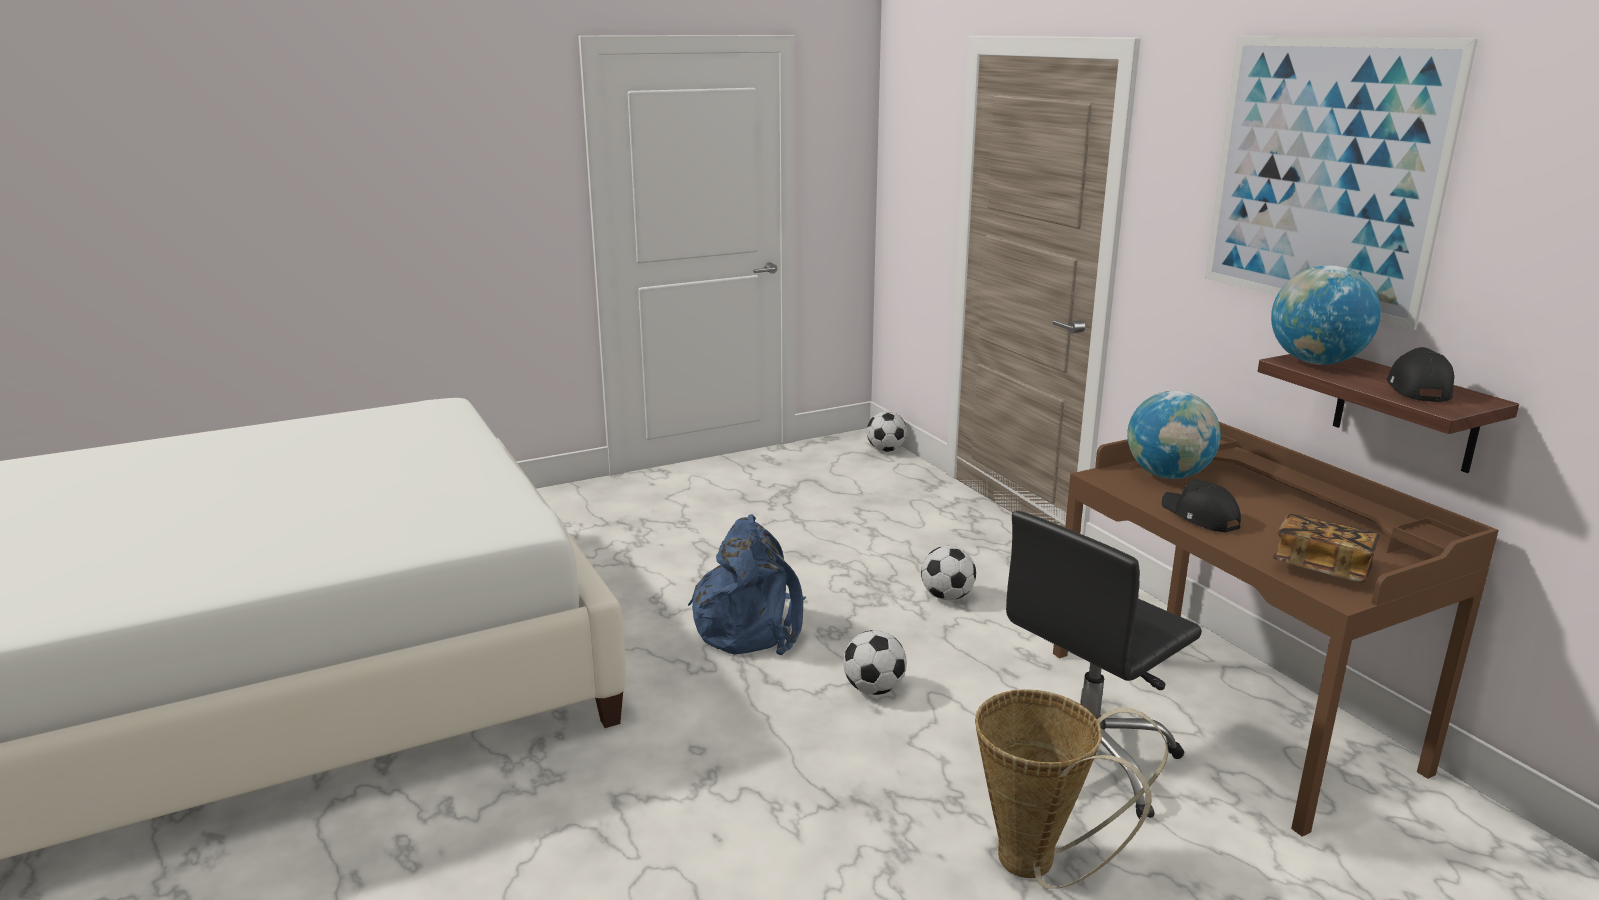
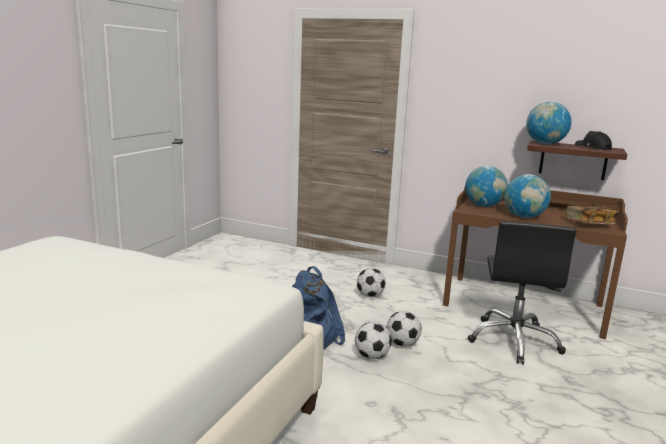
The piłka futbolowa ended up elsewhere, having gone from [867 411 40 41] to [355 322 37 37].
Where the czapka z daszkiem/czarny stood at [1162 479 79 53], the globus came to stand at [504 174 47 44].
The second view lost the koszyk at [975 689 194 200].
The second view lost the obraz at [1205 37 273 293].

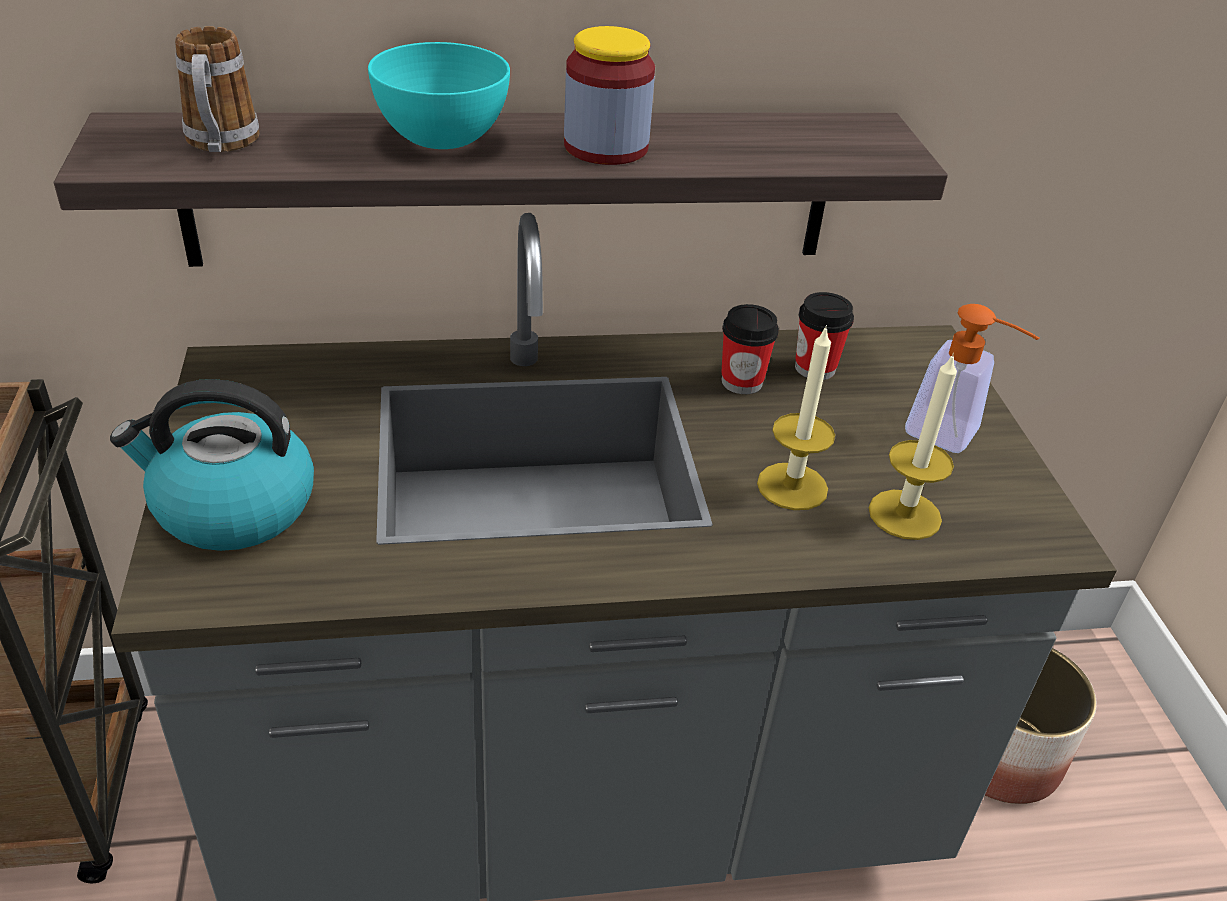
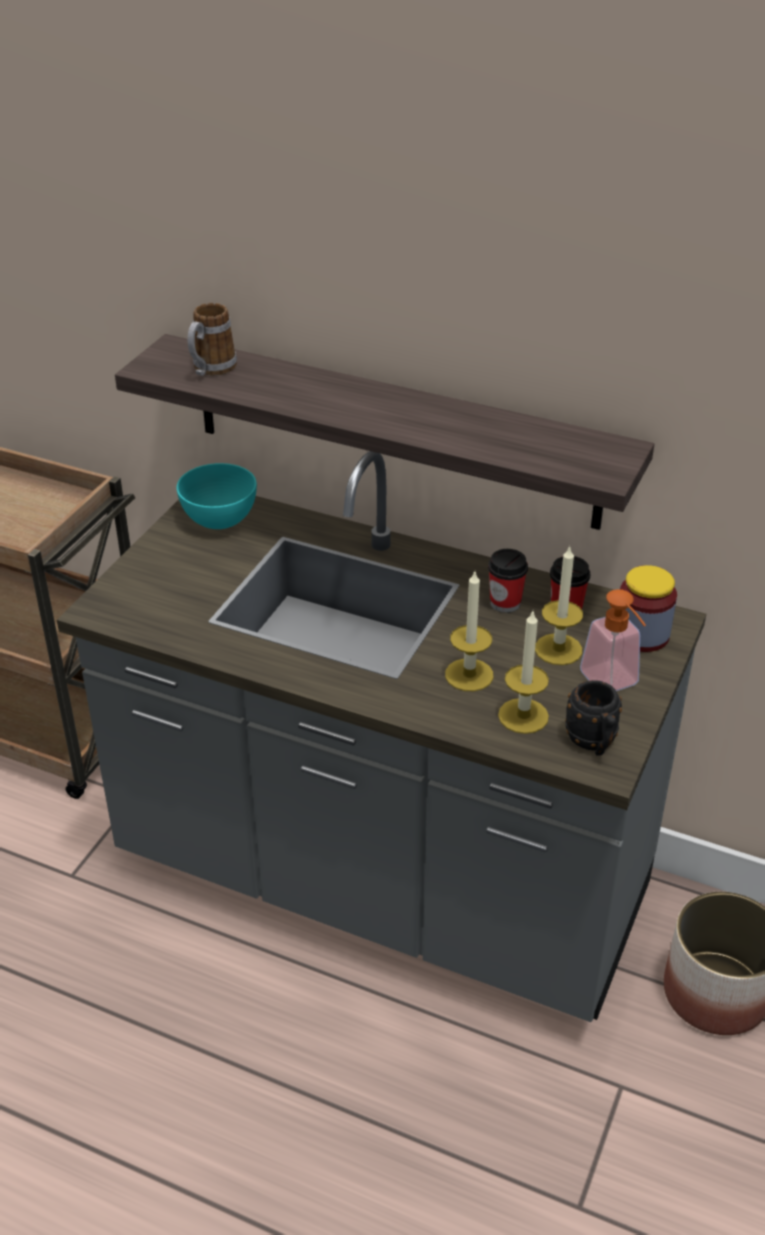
The miska/turkusowy ended up elsewhere, having gone from [368 42 142 107] to [177 463 80 66].
The second view gained the świeca at [535 545 48 120].
The second view gained the kubek/czarny at [565 680 57 76].
The słoik ended up elsewhere, having gone from [564 26 91 139] to [620 565 57 87].
The second view lost the czajnik at [110 379 204 172].

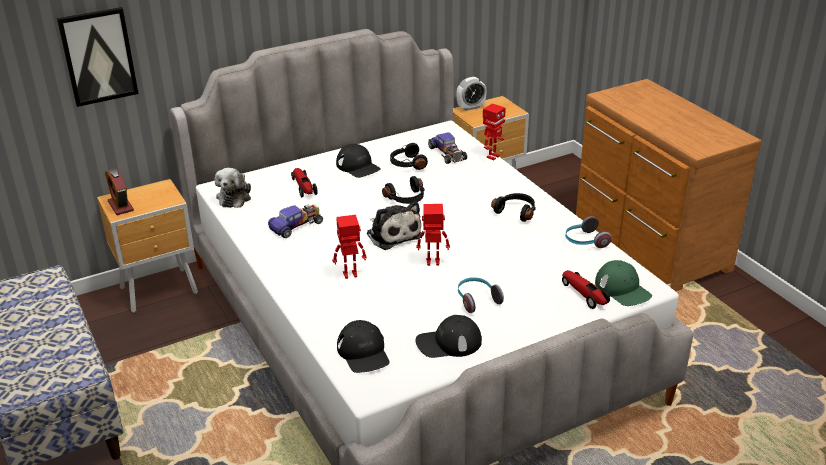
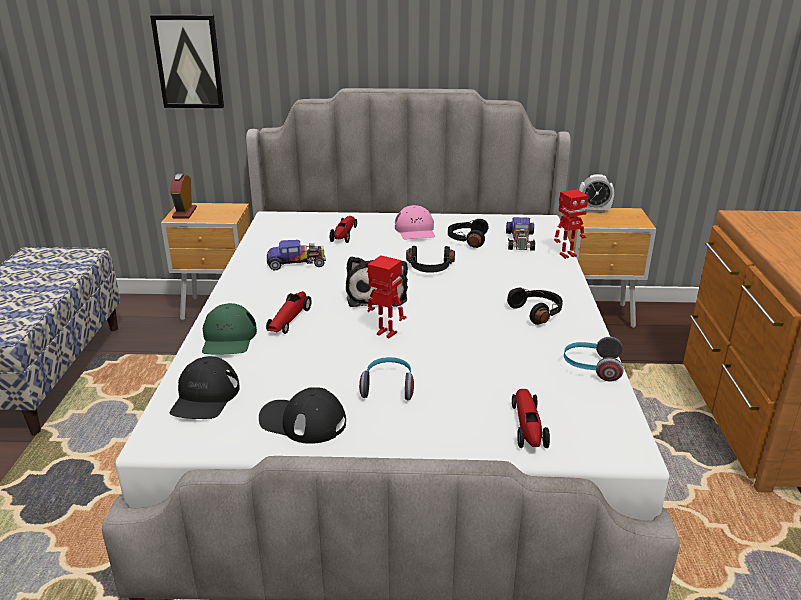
The czapka z daszkiem/zielony ended up elsewhere, having gone from [595 260 57 46] to [202 303 55 52].
Where the robot zabawkowy stood at [332 215 35 64], the samochodzik came to stand at [266 291 45 43].
What was the czapka z daszkiem/czarny at [336 144 45 34] turned into the czapka z daszkiem/różowy at [395 205 40 34].
The second view lost the pluszak at [215 168 36 40].

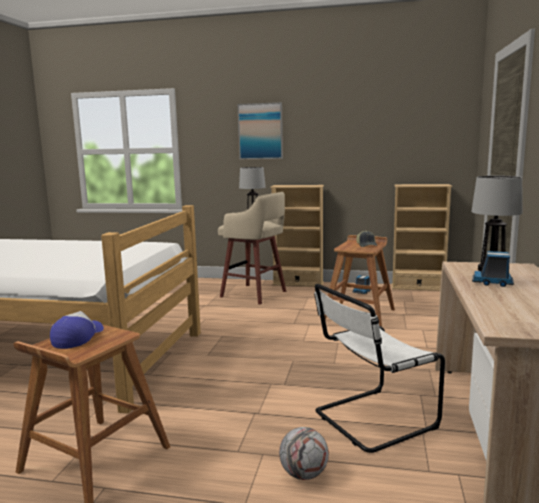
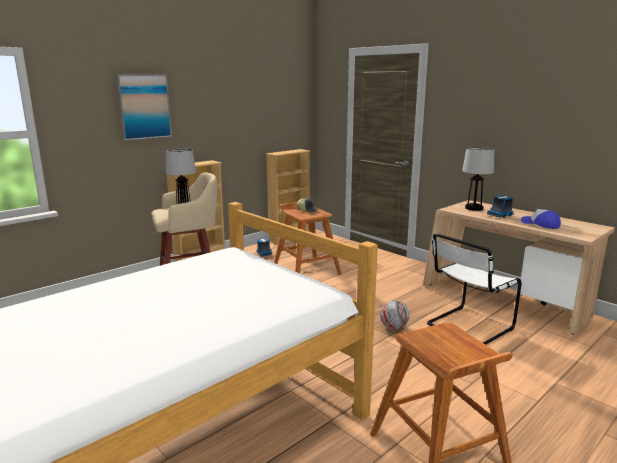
The piłka futbolowa ended up elsewhere, having gone from [279 427 50 53] to [380 300 29 29].
The krzesło/biały at [314 284 131 169] ended up facing another way, 45 degrees clockwise from before.
The czapka z daszkiem ended up elsewhere, having gone from [50 311 54 38] to [521 209 40 20].

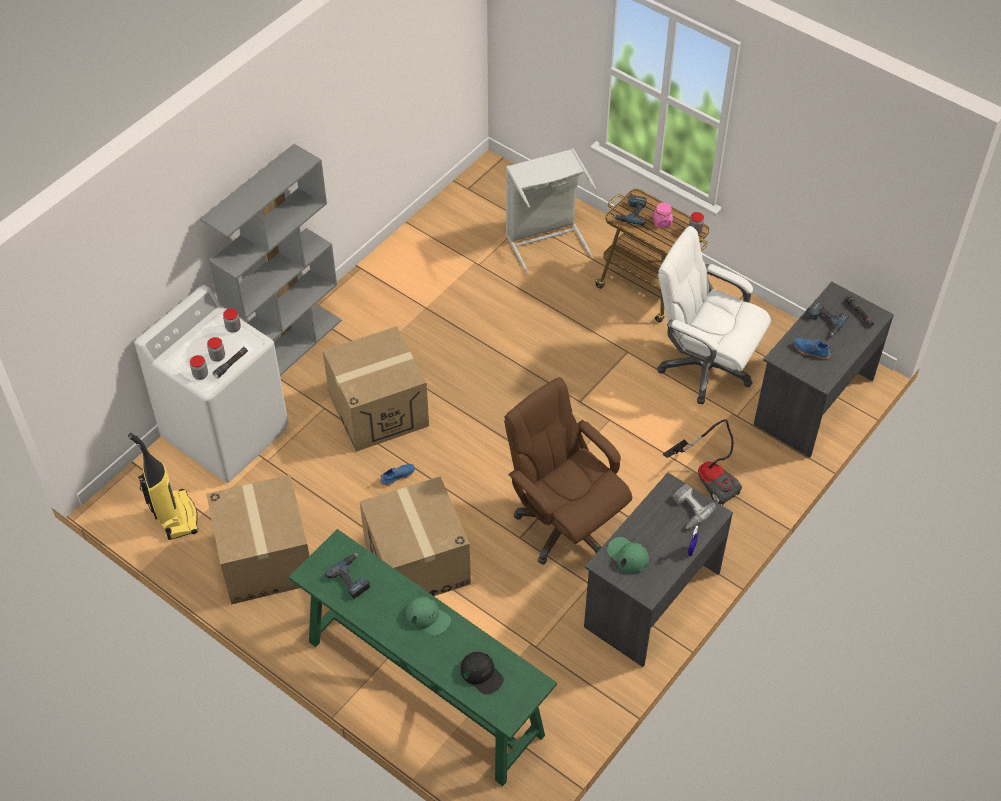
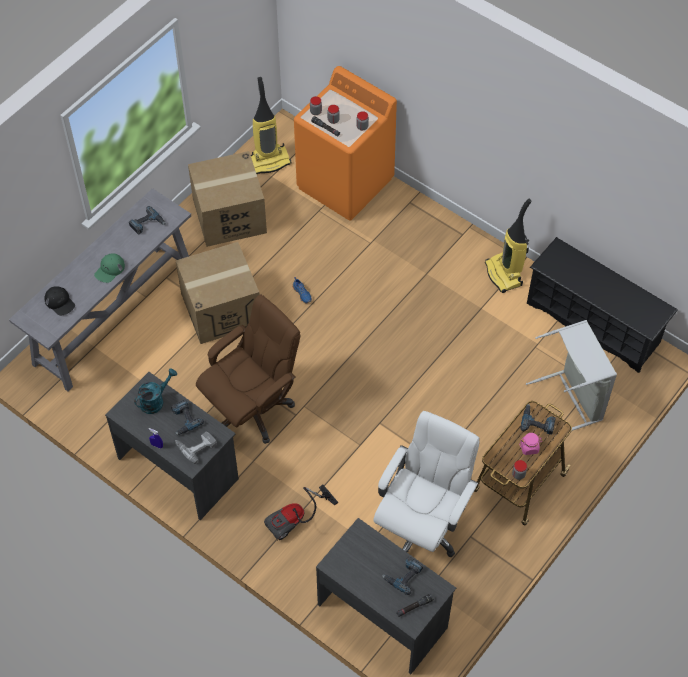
What was the stolik konsolowy/zielony at [289 529 268 257] turned into the stolik konsolowy/szary at [9 188 182 204].
The czapka z daszkiem/czarny at [461 652 43 42] ended up facing another way, 90 degrees counterclockwise from before.
Where the czapka z daszkiem/zielony stood at [607 537 42 37], the konewka/turkusowy came to stand at [134 368 43 46].
The second view gained the wiertarka at [171 399 33 36].
What was the pralka/biały at [135 285 154 198] turned into the pralka/pomarańczowy at [294 66 103 155].
The second view gained the odkurzacz at [485 199 47 94].
The second view gained the regał na buty/czarny at [527 237 151 136].
The second view lost the regał/szary at [200 144 142 232].
The second view lost the karton at [323 326 106 126].
The second view lost the but/niebieski at [794 338 38 21].

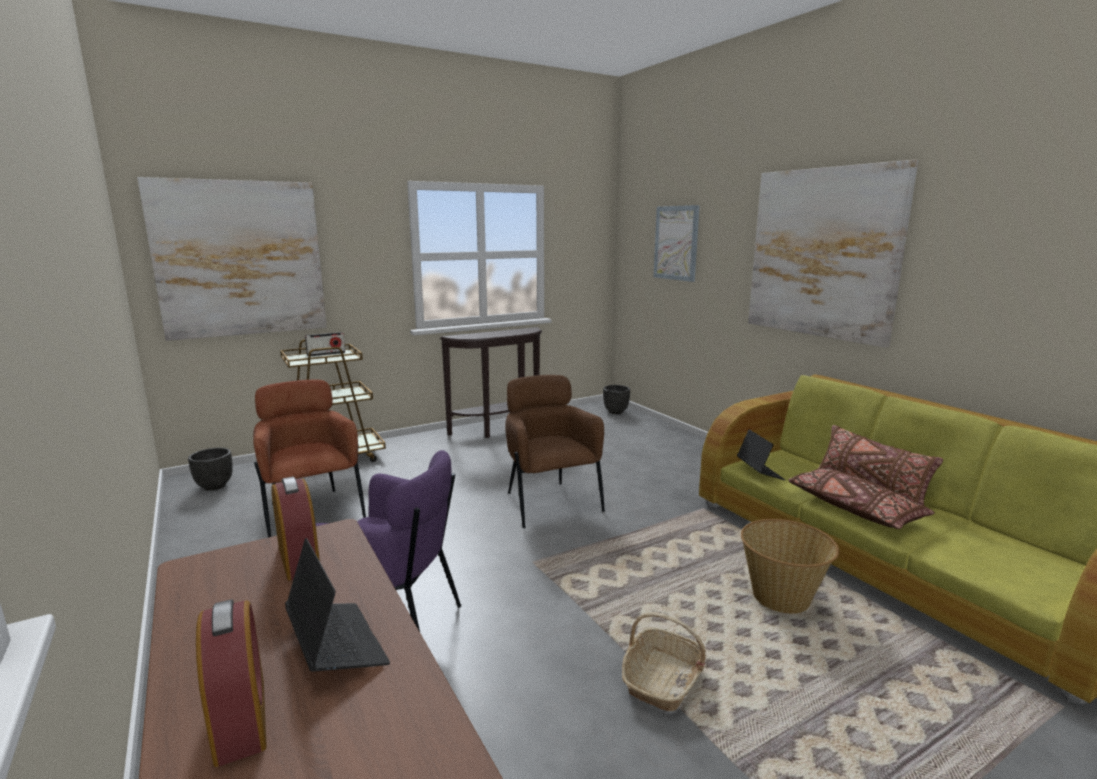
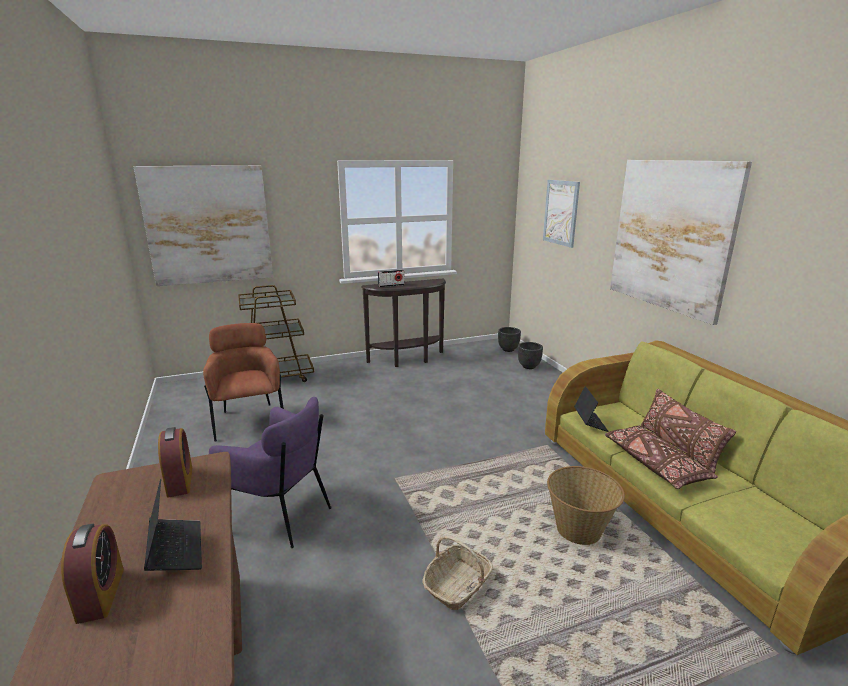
The radio ended up elsewhere, having gone from [305 332 40 24] to [378 270 27 17].
The donica/czarny ended up elsewhere, having gone from [188 448 45 42] to [518 342 25 27].
The second view lost the fotel/brązowy at [505 375 100 153].

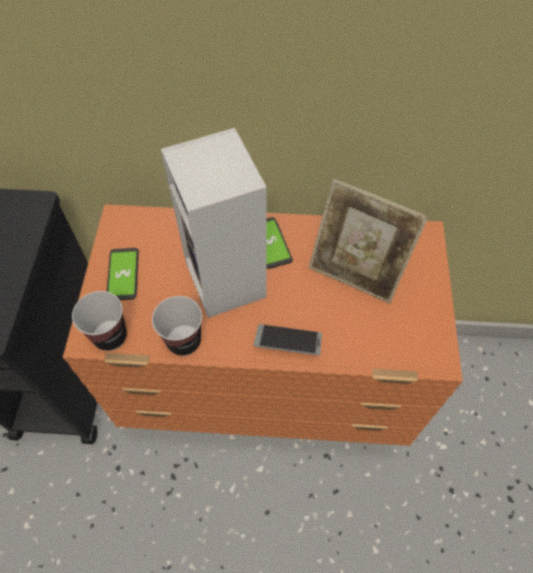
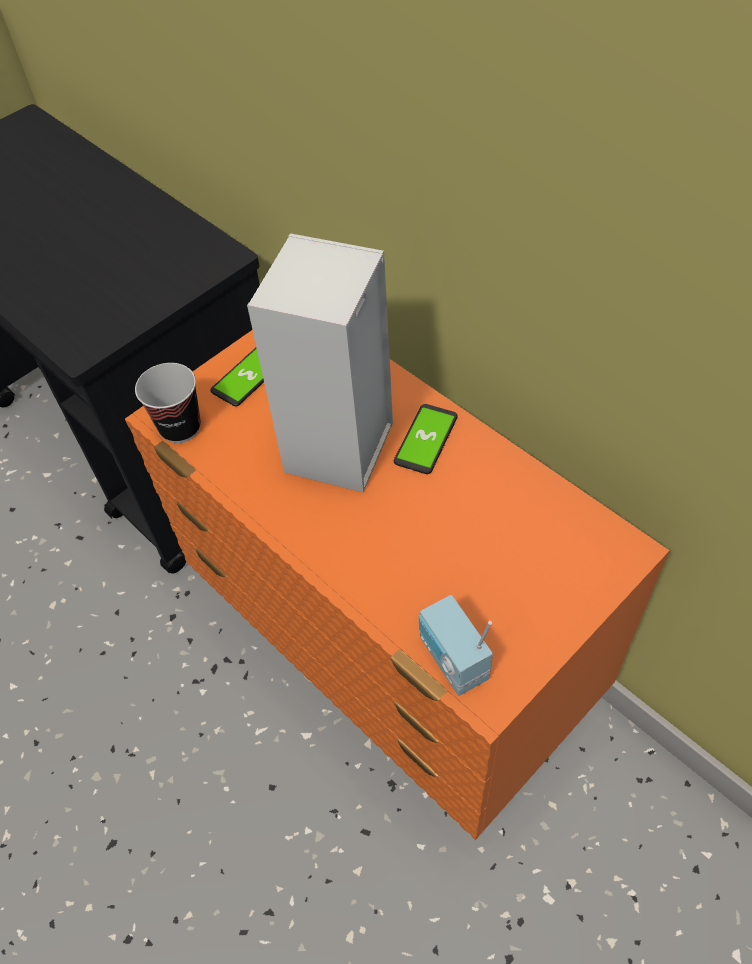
The second view gained the radio at [419 595 74 101].
The second view lost the filiżanka at [152 296 50 60].
The second view lost the telefon at [254 324 68 31].
The second view lost the ramka na zdjęcie at [309 179 119 125].

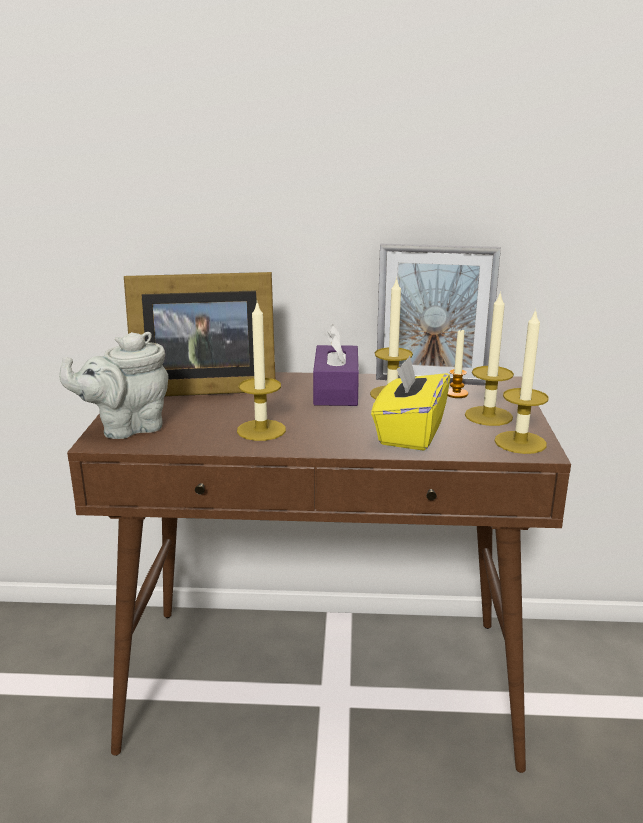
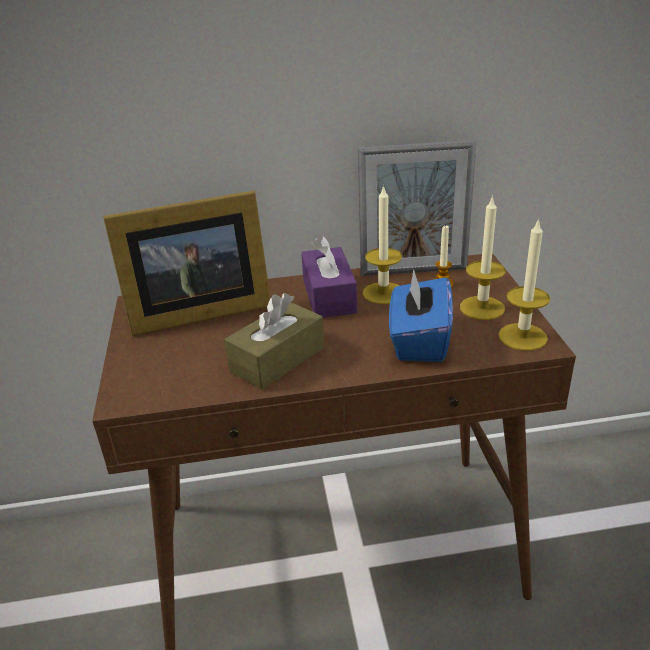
Where the świeca stood at [237 303 49 138], the pudełko chusteczek/brązowy came to stand at [224 293 100 97].
What was the pudełko chusteczek/żółty at [371 356 79 95] turned into the pudełko chusteczek/niebieski at [389 269 64 93].
The second view lost the imbryk/szary at [59 332 110 107].

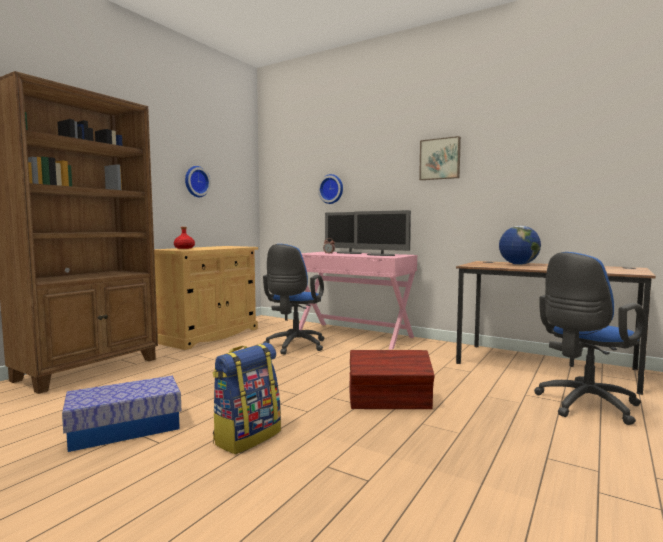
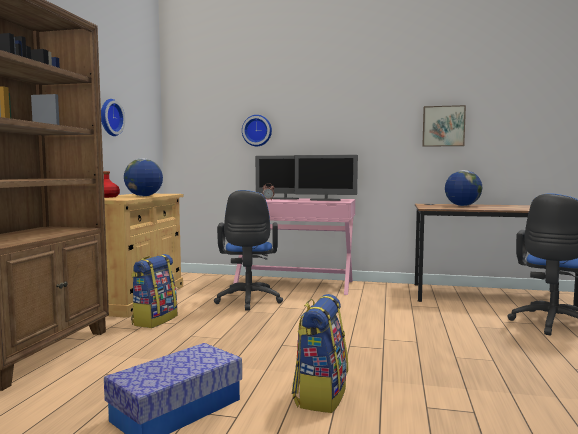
The second view gained the globus at [124 158 39 38].
The second view gained the plecak at [131 254 46 74].
The obraz ended up elsewhere, having gone from [419 136 42 44] to [422 105 44 42].
The second view lost the pojemnik do przechowywania/brązowy at [350 350 84 59].

